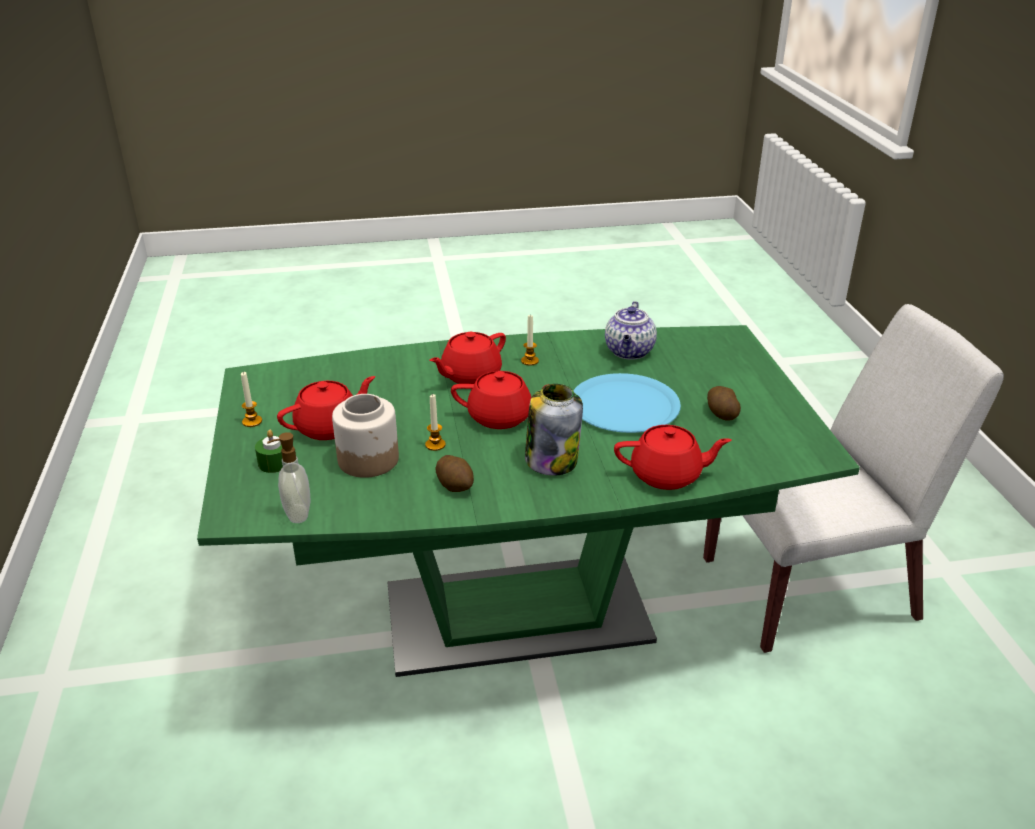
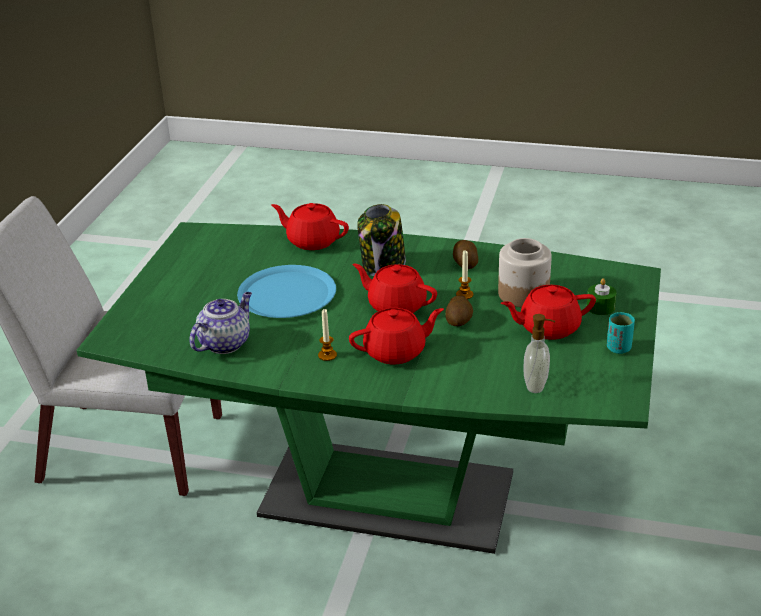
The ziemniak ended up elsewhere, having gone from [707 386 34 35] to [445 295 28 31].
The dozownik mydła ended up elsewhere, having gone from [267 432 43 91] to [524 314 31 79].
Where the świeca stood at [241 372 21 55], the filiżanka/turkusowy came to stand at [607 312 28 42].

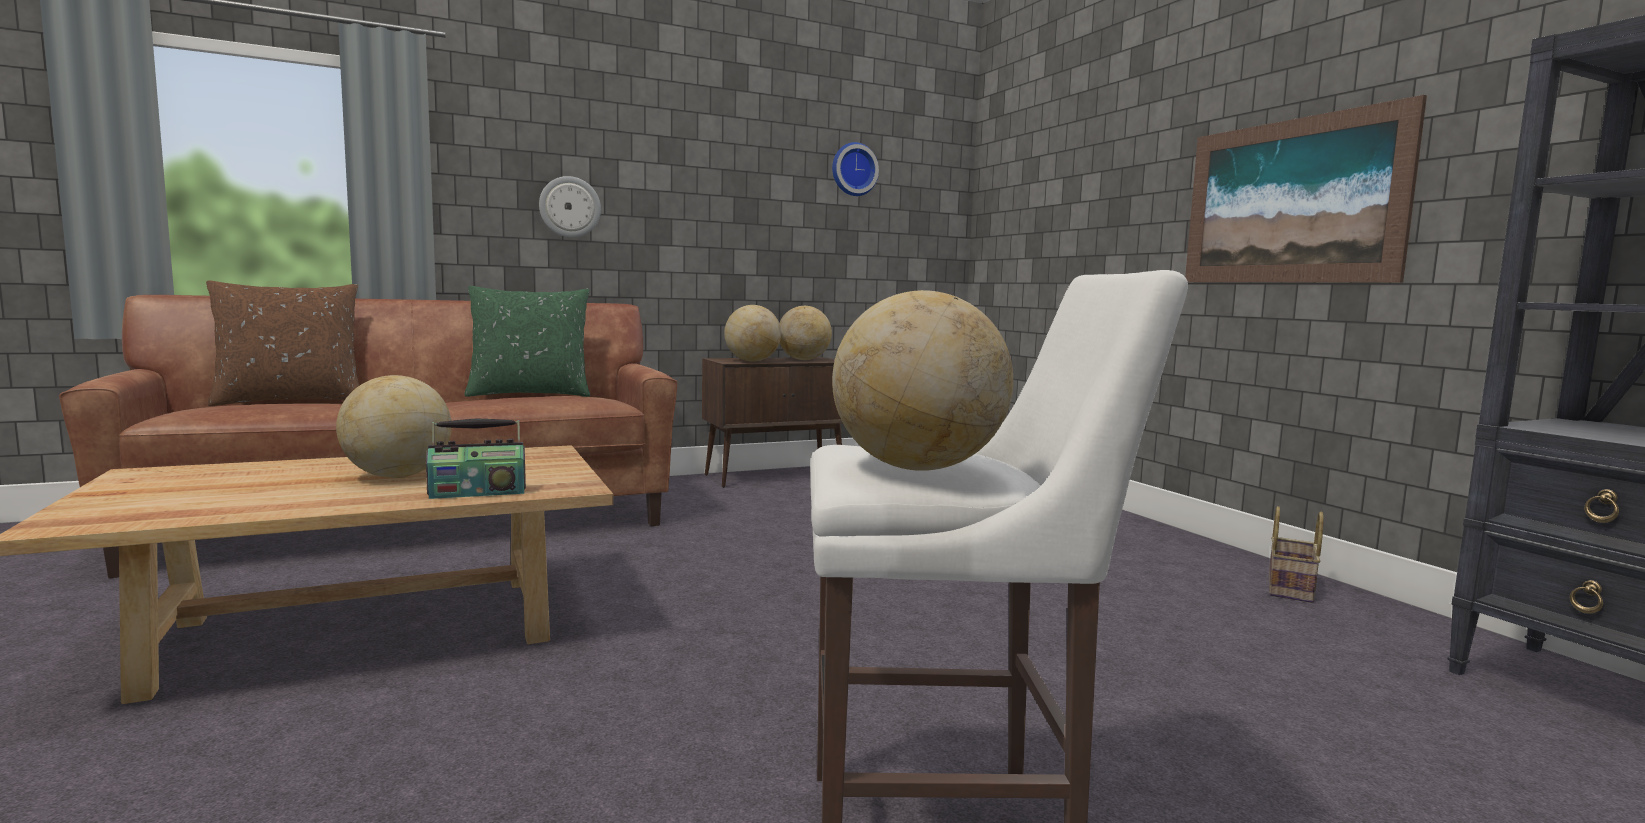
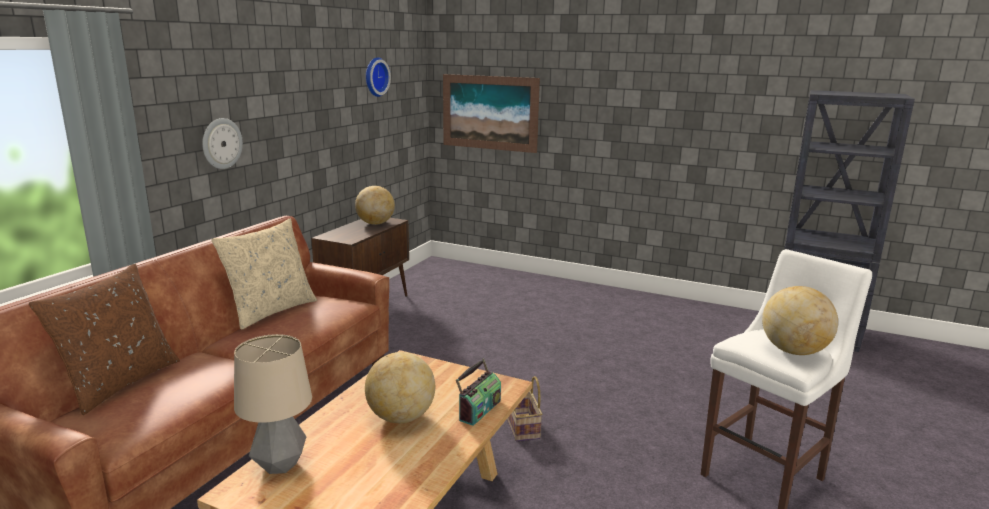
What was the poduszka/zielony at [464 286 126 111] turned into the poduszka/beżowy at [211 219 106 111].
The second view gained the lampa stołowa at [234 334 78 140].
The obraz ended up elsewhere, having gone from [1185 95 242 188] to [443 74 97 79].
The koszyk ended up elsewhere, having gone from [1269 506 55 97] to [507 376 35 66].
The second view lost the globus at [724 305 57 57].

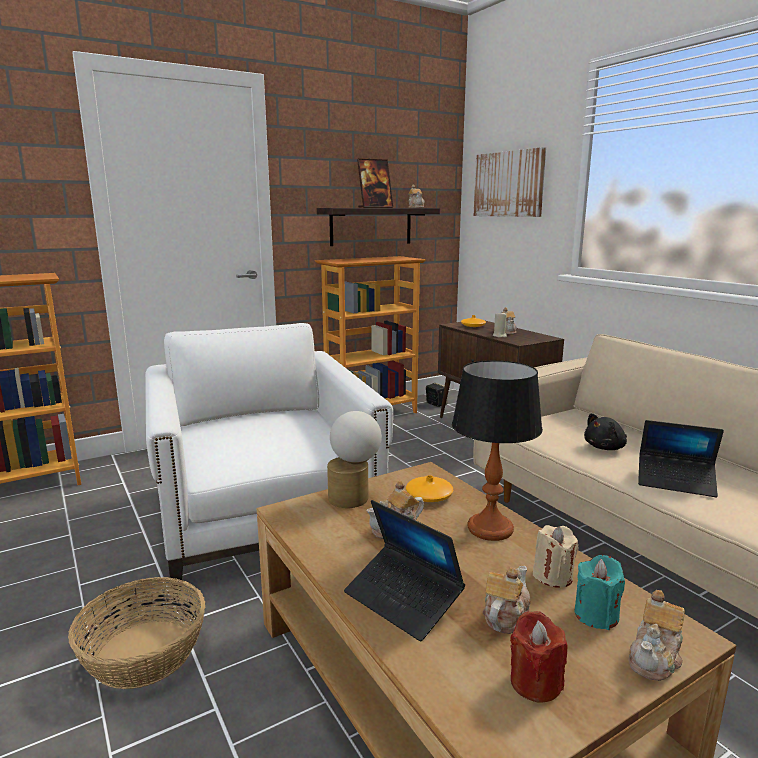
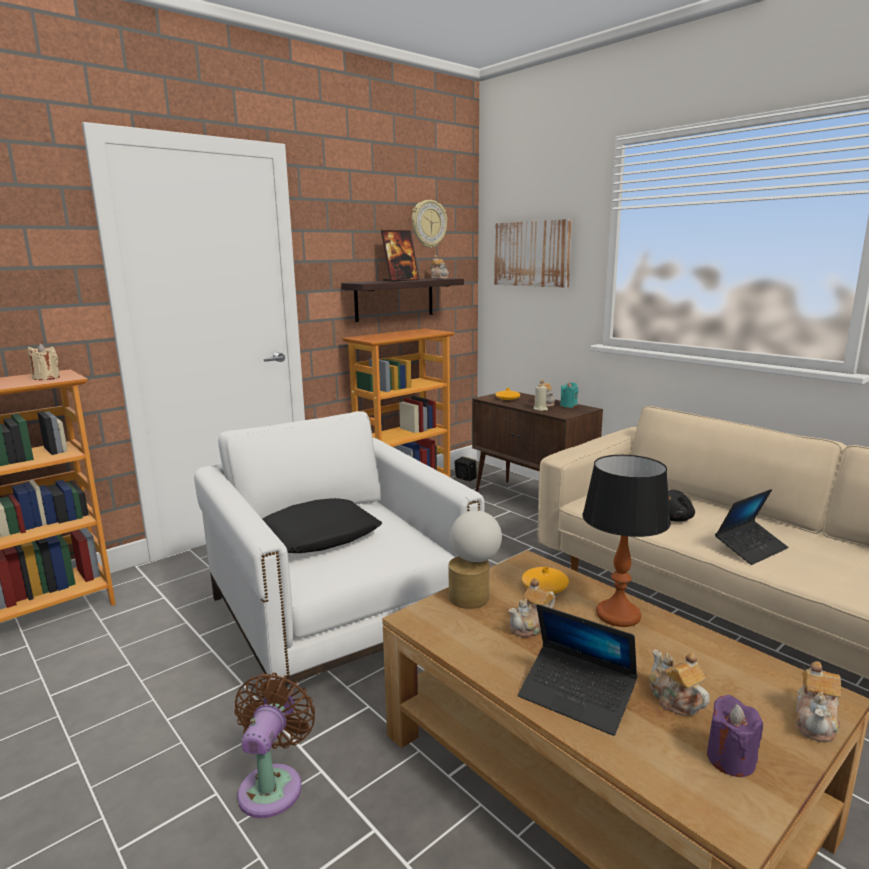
The świeca/beżowy ended up elsewhere, having gone from [533 525 46 63] to [27 343 33 37].
Where the koszyk stood at [68 577 137 112], the wentylator/brązowy came to stand at [234 673 81 145].
The second view gained the poduszka/czarny at [263 498 119 55].
The second view gained the zegar ścienny at [412 200 35 48].
The świeca/turkusowy ended up elsewhere, having gone from [574 555 51 75] to [560 382 18 26].
The imbryk at [483 566 48 68] ended up facing another way, 45 degrees counterclockwise from before.
What was the świeca/czerwony at [510 611 58 92] turned into the świeca/fioletowy at [707 695 56 82].
The laptop at [638 420 86 77] ended up facing another way, 45 degrees counterclockwise from before.

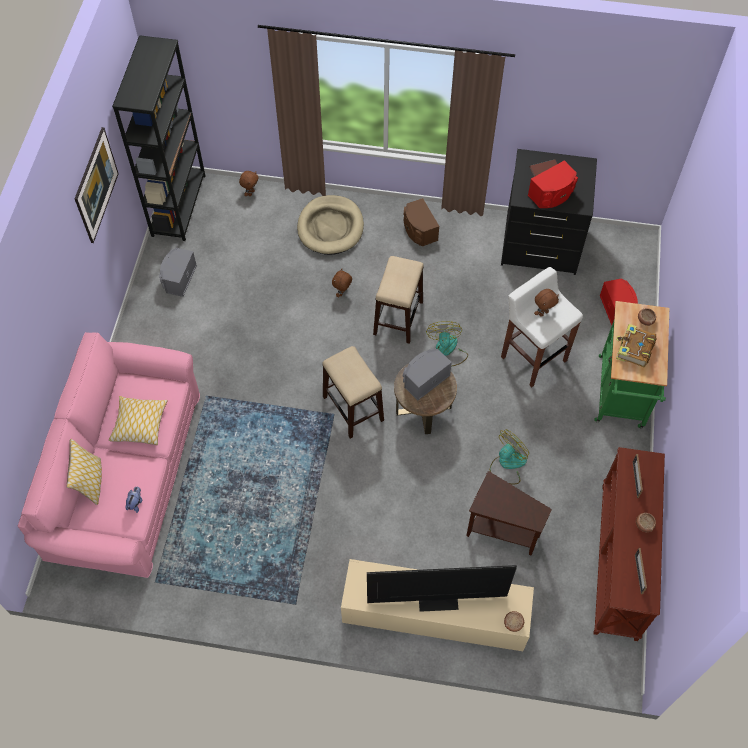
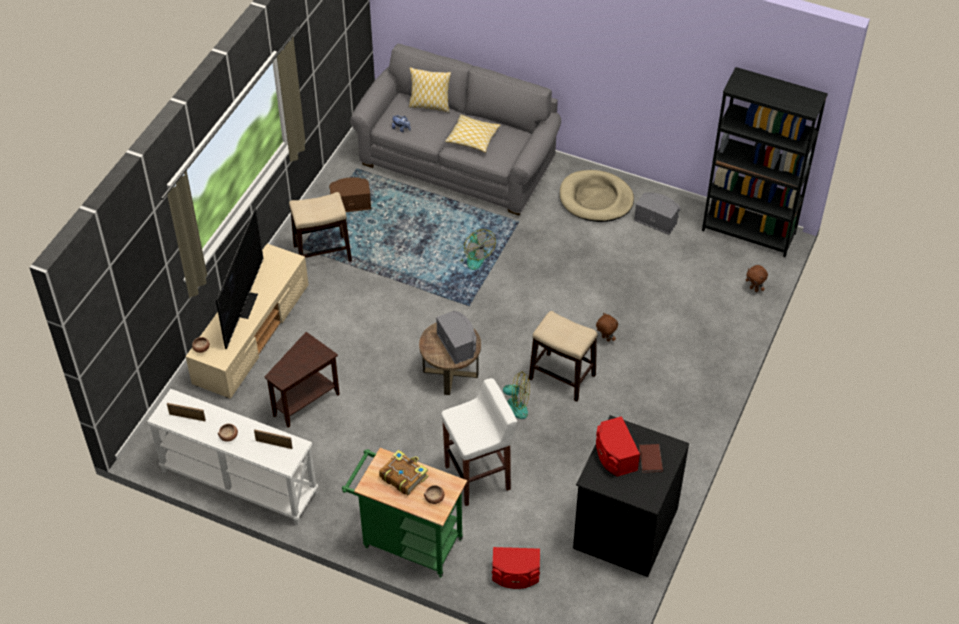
What was the stolik konsolowy/brązowy at [594 447 71 194] turned into the stolik konsolowy/biały at [147 389 171 136].
The stołek ended up elsewhere, having gone from [323 346 61 93] to [289 192 63 70].
The głośnik/brązowy ended up elsewhere, having gone from [404 198 35 48] to [329 177 42 35].
What was the kanapa/różowy at [18 332 182 246] turned into the kanapa/szary at [350 44 211 171].
The wentylator ended up elsewhere, having gone from [490 429 39 55] to [455 229 41 41].
The legowisko/beżowy ended up elsewhere, having gone from [297 195 67 60] to [560 170 74 52].
The second view lost the obraz at [75 127 44 116].
The second view lost the pluszak/brązowy at [534 289 25 27].

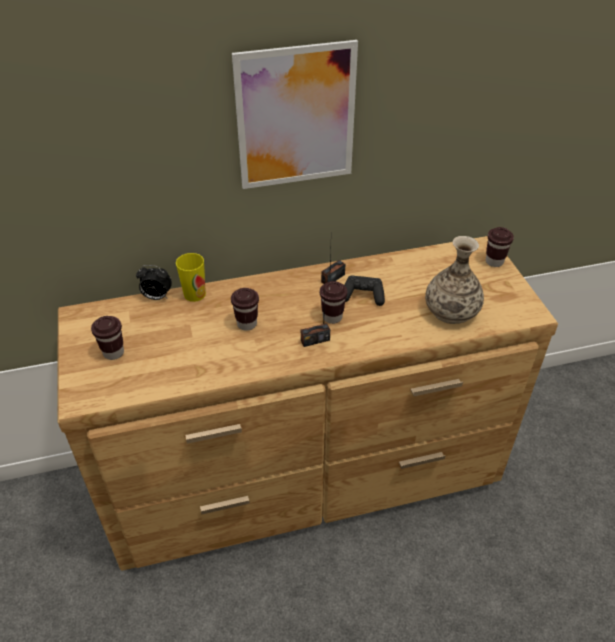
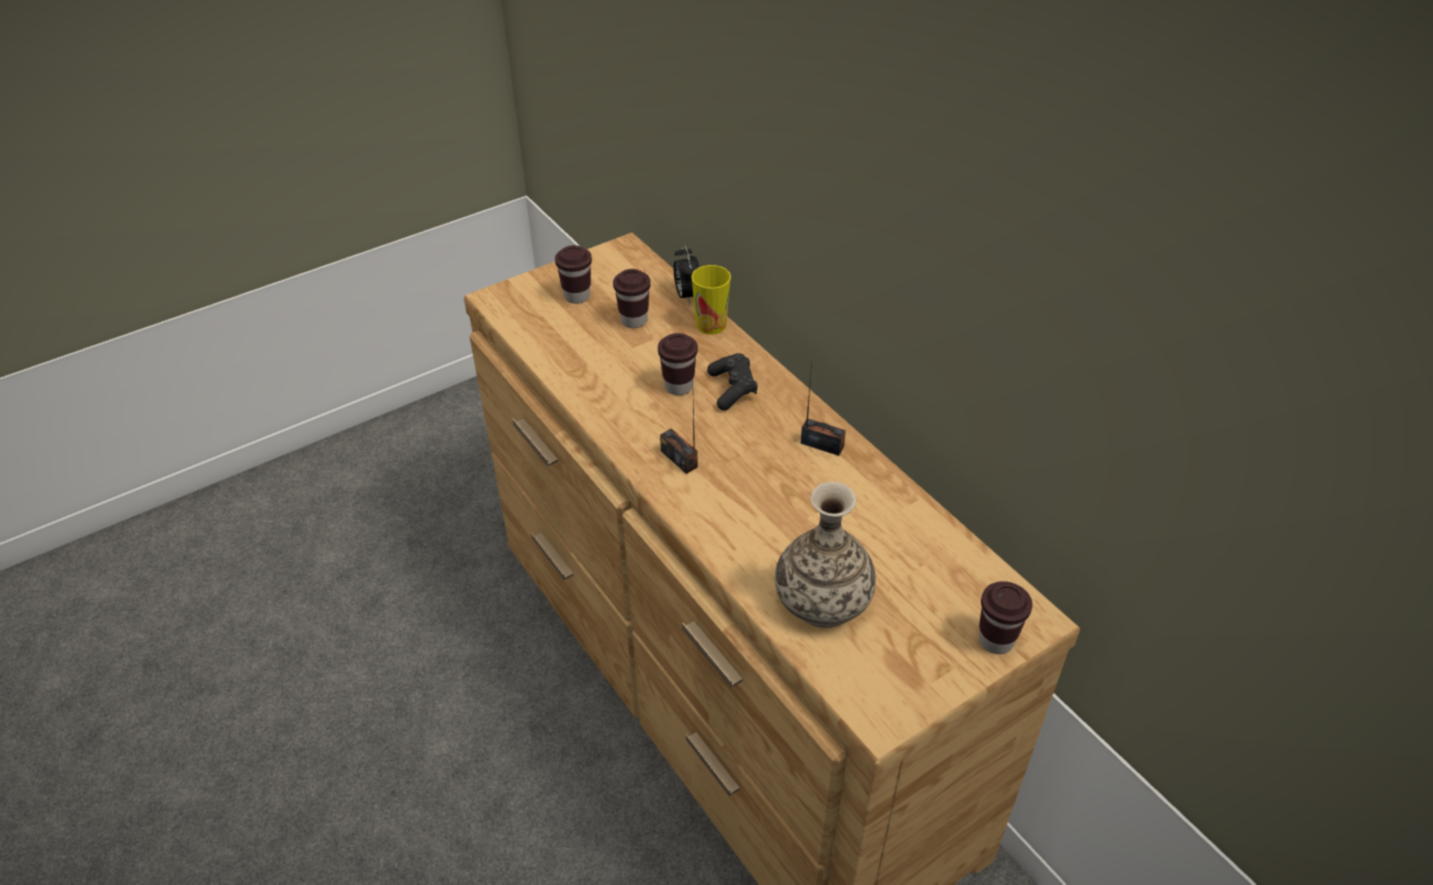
The filiżanka/brązowy ended up elsewhere, having gone from [320 281 27 43] to [613 269 38 59].
The pad do gier/czarny ended up elsewhere, having gone from [345 275 40 31] to [707 353 51 58].
The second view lost the obraz at [232 40 126 149].

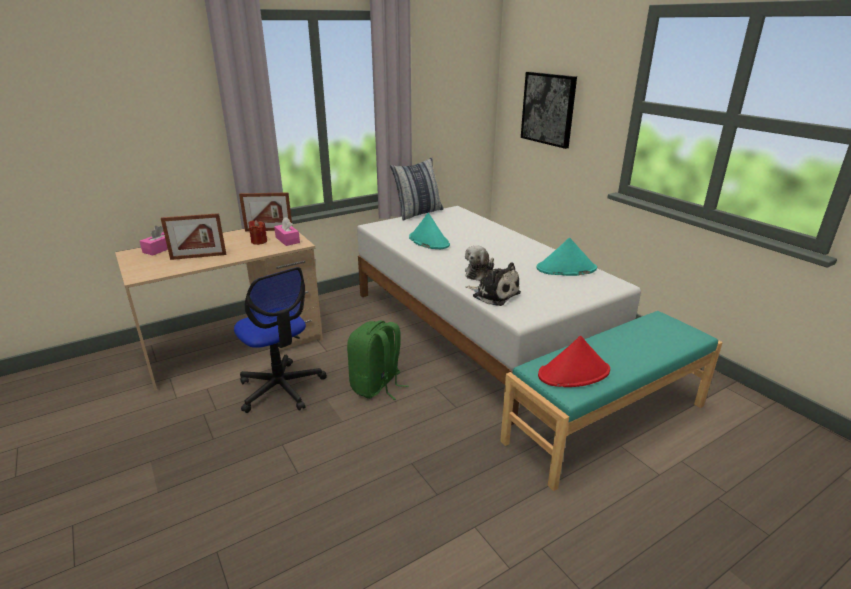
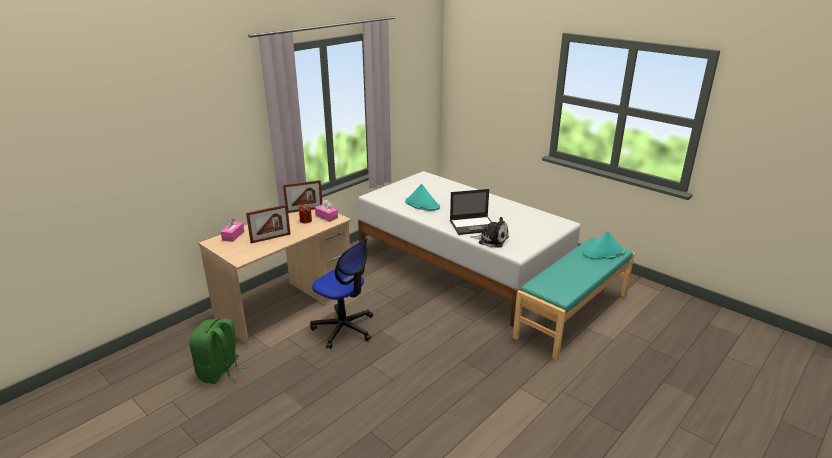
The plecak/zielony ended up elsewhere, having gone from [347 320 61 80] to [189 318 58 66].
Where the pluszak stood at [465 245 29 36], the laptop came to stand at [450 189 41 46].
The kapelusz/turkusowy ended up elsewhere, having gone from [536 238 61 38] to [583 231 42 29].
The second view lost the poduszka at [390 158 53 63].
The second view lost the obraz at [521 72 56 77].
The second view lost the kapelusz/czerwony at [538 336 72 51].

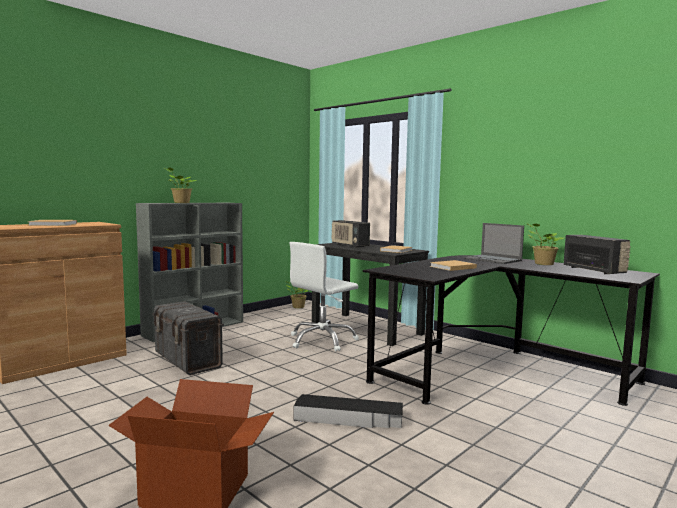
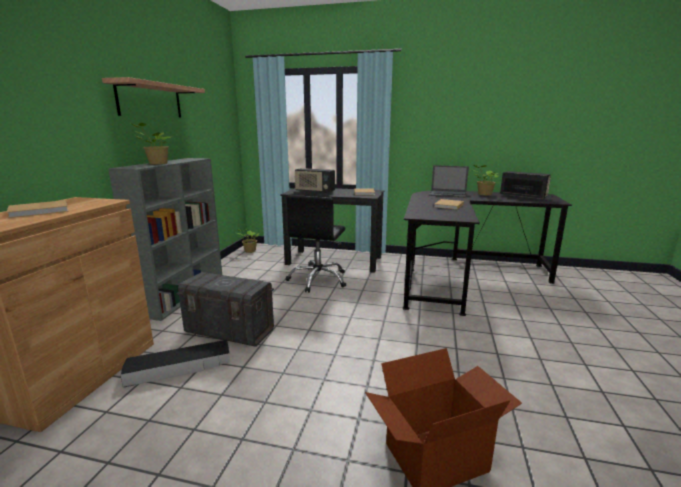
The second view gained the półka at [102 77 103 41].
The pojemnik do przechowywania/czarny ended up elsewhere, having gone from [294 394 109 34] to [120 340 110 47].
What was the krzesło biurowe/biały at [290 242 69 109] turned into the krzesło biurowe/czarny at [286 195 60 98].

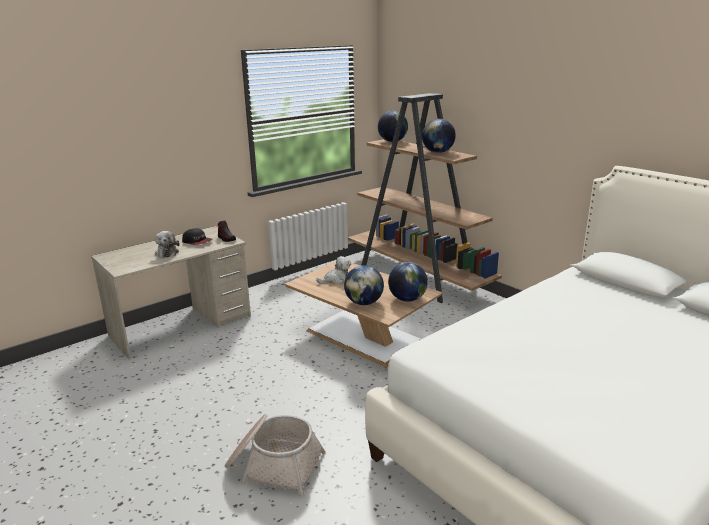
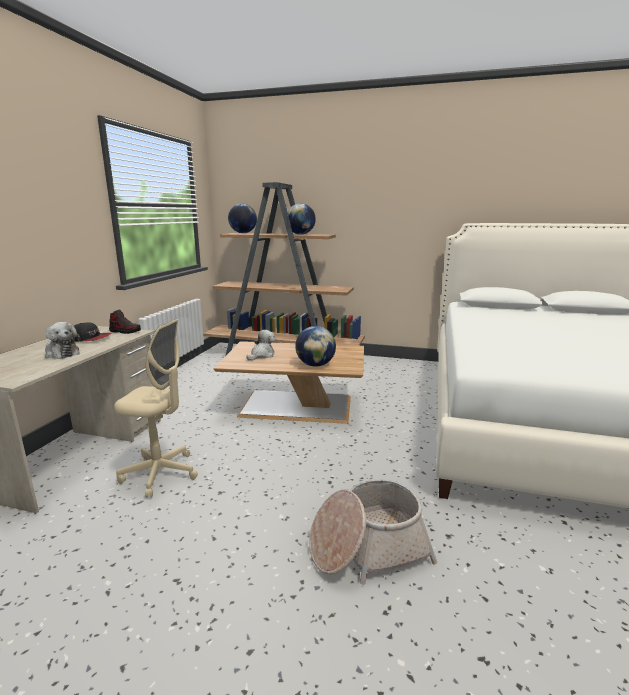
The second view gained the krzesło biurowe/beżowy at [114 319 84 179].
The second view lost the globus at [388 262 40 39].

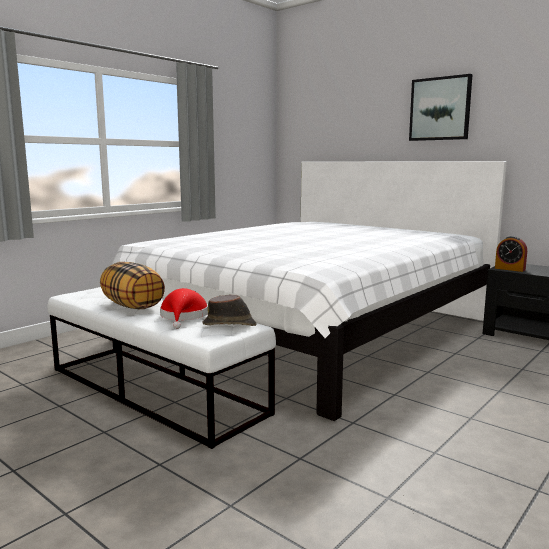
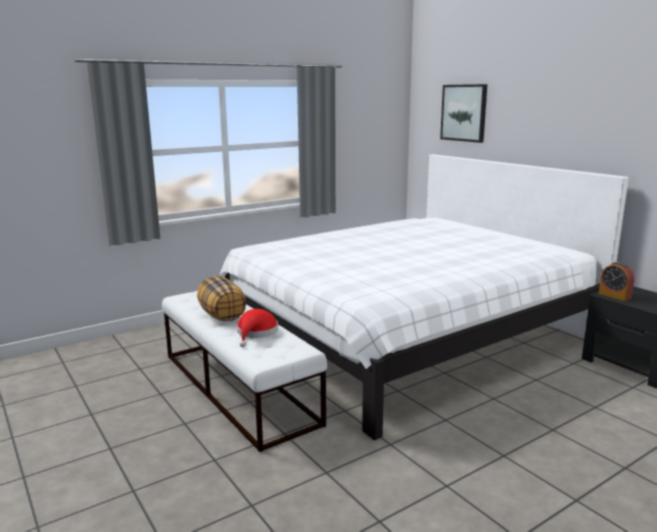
The obraz ended up elsewhere, having gone from [409 74 64 67] to [440 84 47 59].
The second view lost the kapelusz/brązowy at [202 294 55 32].

